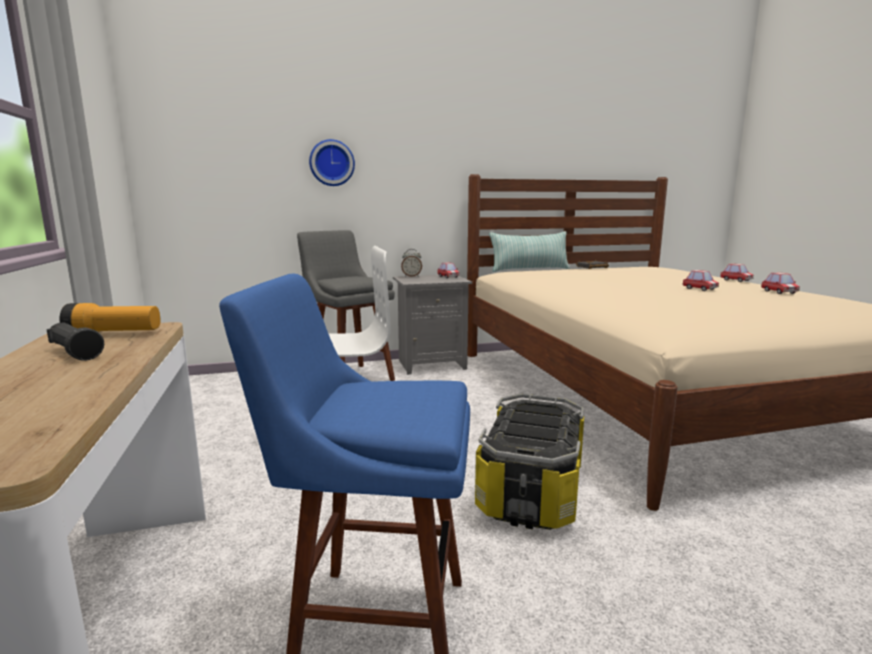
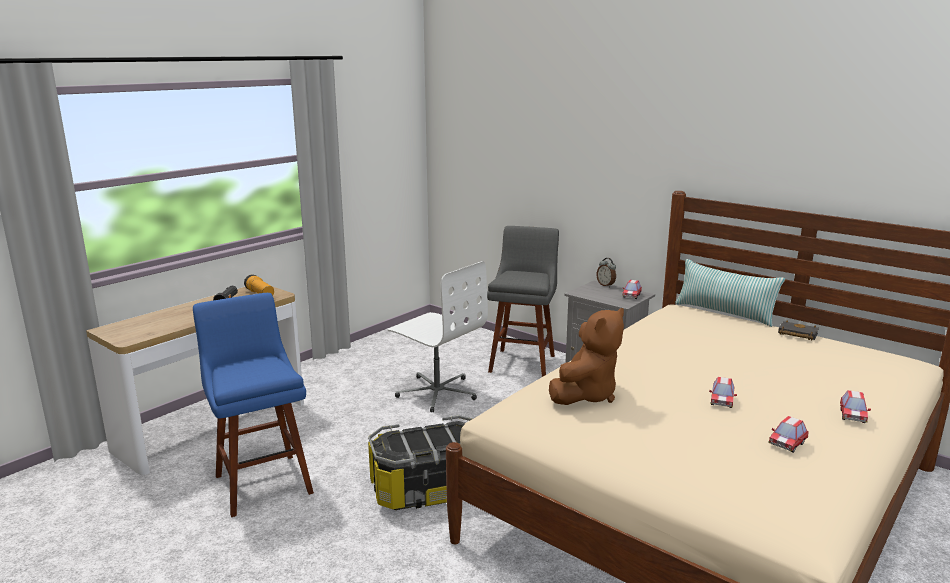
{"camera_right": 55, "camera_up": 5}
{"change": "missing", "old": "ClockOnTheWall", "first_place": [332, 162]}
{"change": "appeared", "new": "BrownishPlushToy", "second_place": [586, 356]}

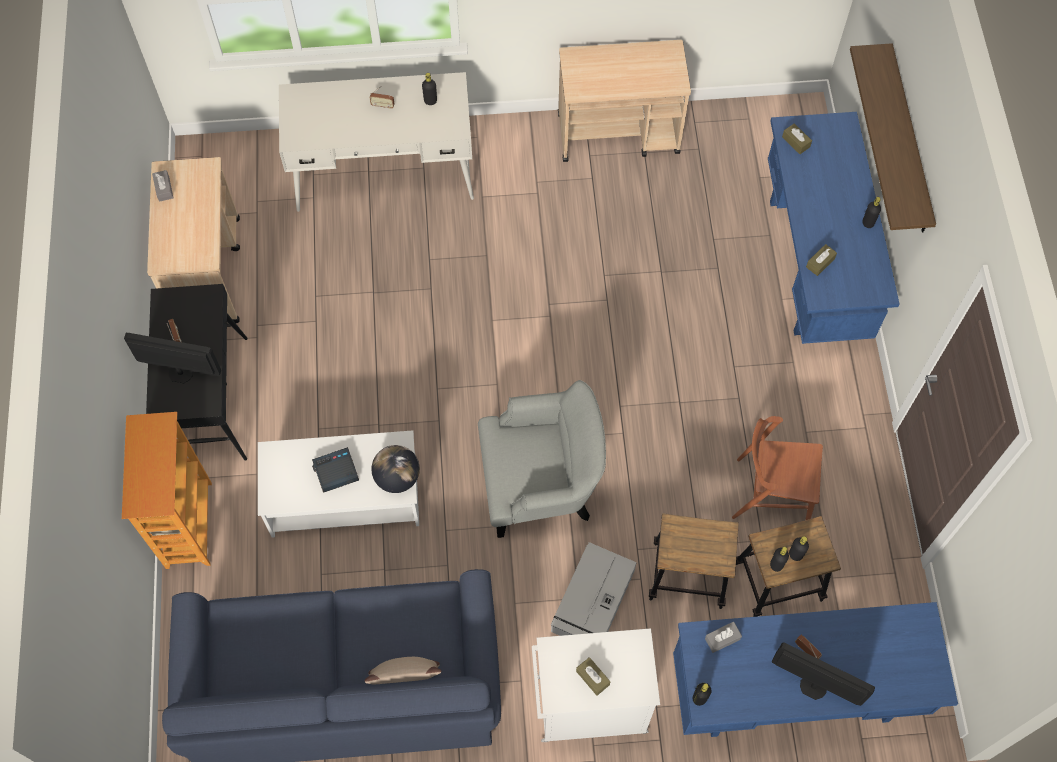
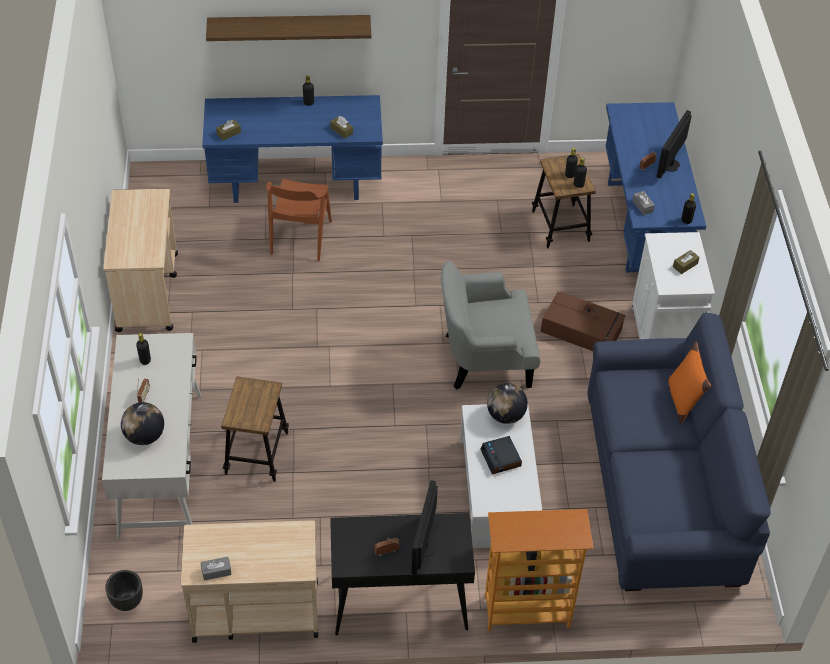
{"camera_right": -90, "camera_up": -15}
{"change": "spun", "old": "GreyEasyChair", "first_place": [542, 459], "second_place": [491, 325], "degrees": -90}
{"change": "relocated", "old": "BrownishChair", "first_place": [777, 468], "second_place": [299, 220]}
{"change": "relocated", "old": "Stool", "first_place": [694, 561], "second_place": [255, 429]}
{"change": "colour", "old": "GreyStorageBin", "new": "BrownishStorageBin", "first_place": [594, 589], "second_place": [583, 321]}
{"change": "colour", "old": "BeigeThrowPillow", "new": "OrangeThrowPillow", "first_place": [403, 671], "second_place": [689, 382]}
{"change": "appeared", "new": "Globe", "second_place": [142, 423]}
{"change": "appeared", "new": "BlackColouredPlanter", "second_place": [124, 590]}

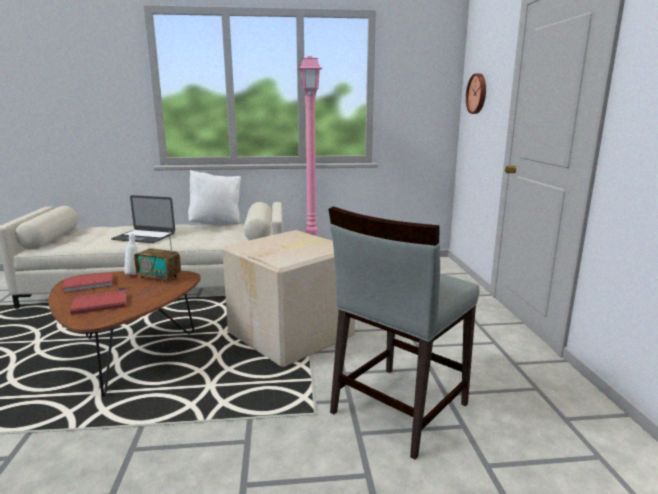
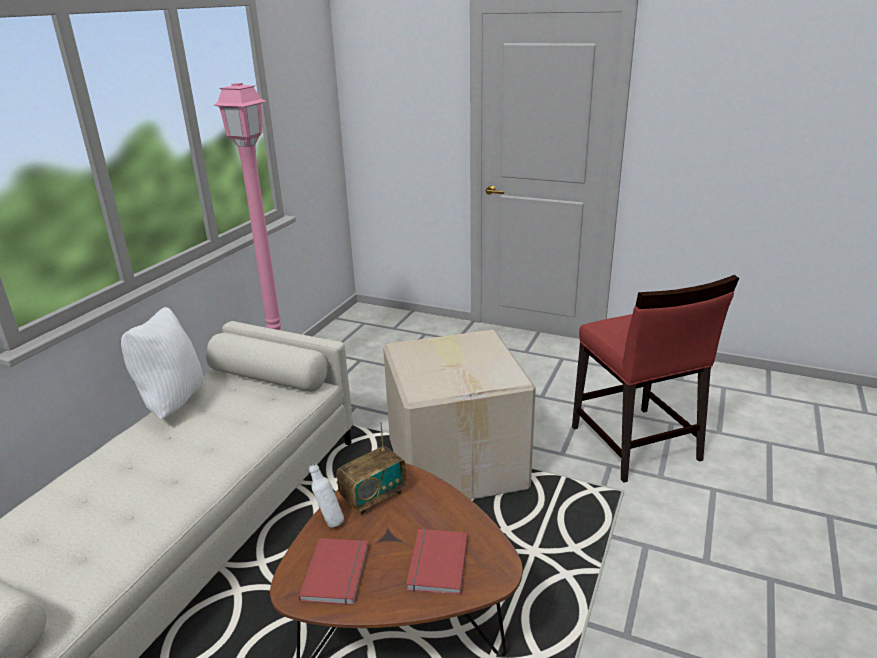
{"camera_right": -60, "camera_up": 10}
{"change": "missing", "old": "ClockOnTheWall", "first_place": [476, 93]}
{"change": "missing", "old": "Laptop", "first_place": [143, 219]}
{"change": "colour", "old": "GreyChair", "new": "RedColouredChair", "first_place": [403, 333], "second_place": [655, 379]}

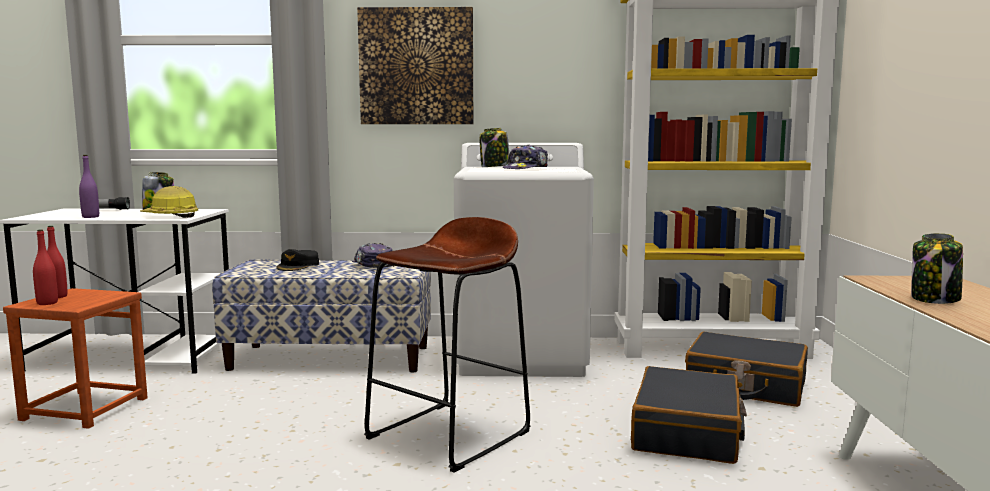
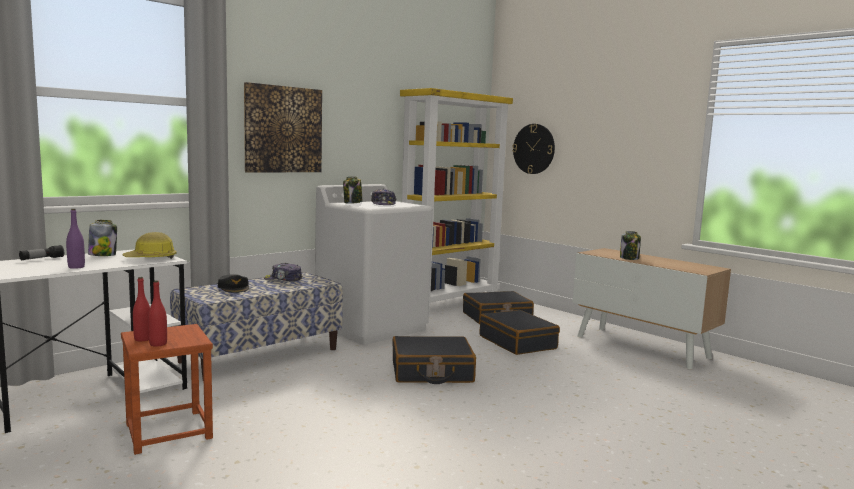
{"camera_right": -45, "camera_up": 0}
{"change": "exchanged", "old": "BrownishStool", "new": "BlackColouredTravelCase", "first_place": [447, 345], "second_place": [434, 360]}
{"change": "appeared", "new": "ClockOnTheWall", "second_place": [533, 149]}

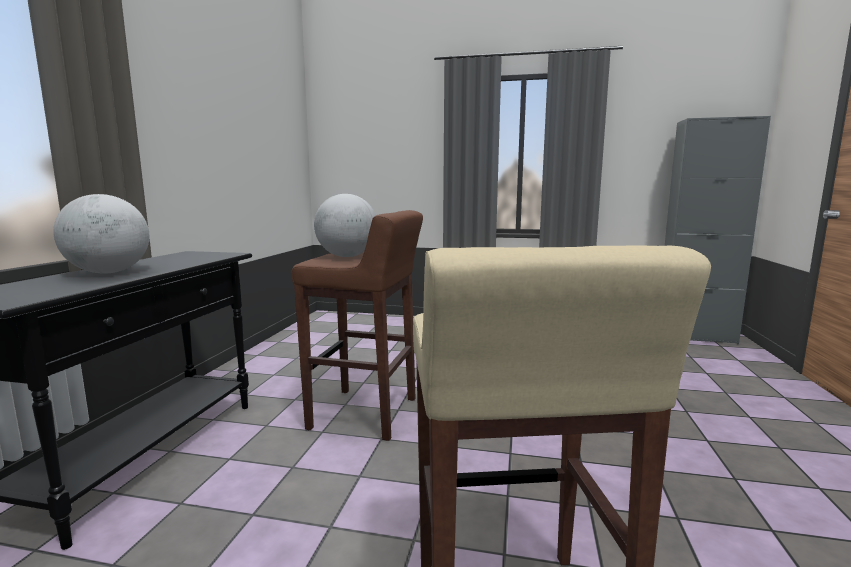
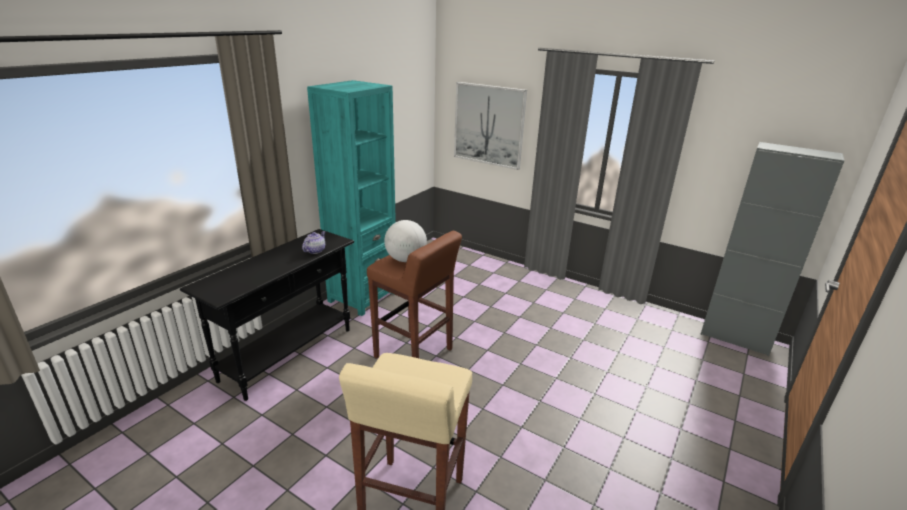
{"camera_right": 20, "camera_up": 15}
{"change": "missing", "old": "Globe", "first_place": [101, 234]}
{"change": "appeared", "new": "BlueGreenBookcase", "second_place": [351, 198]}
{"change": "appeared", "new": "Picture", "second_place": [490, 126]}
{"change": "appeared", "new": "TeaPot", "second_place": [314, 242]}

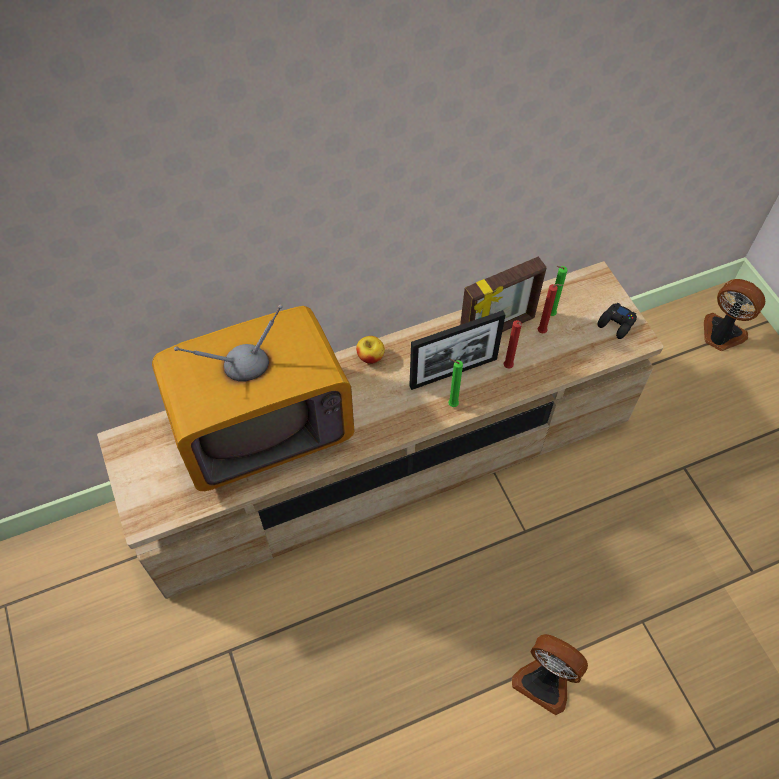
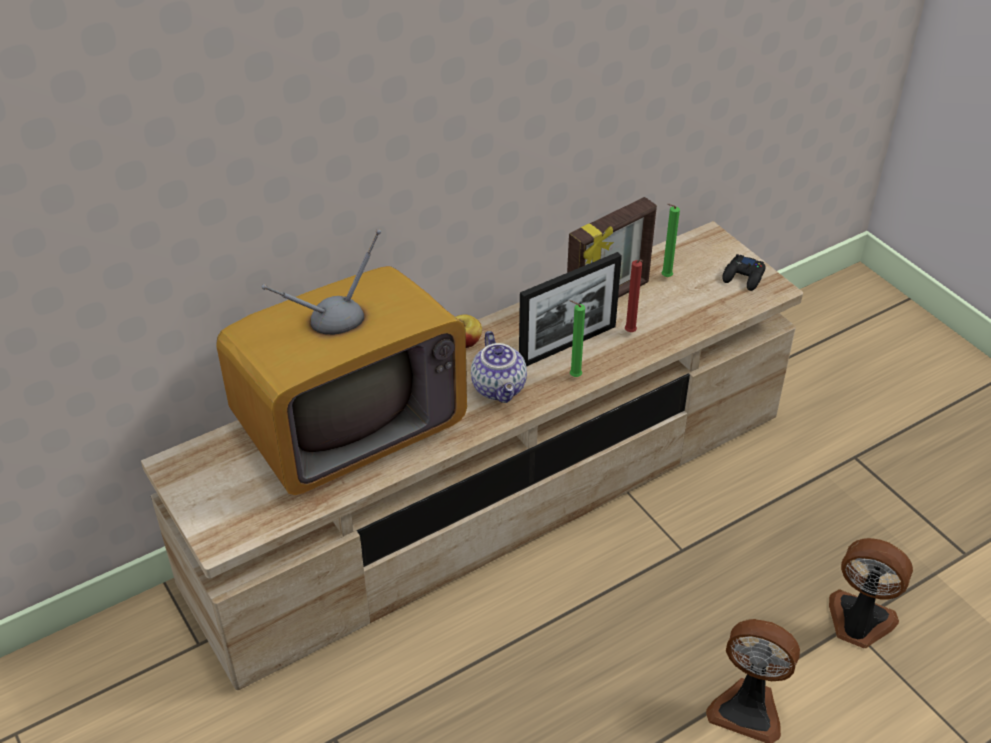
{"camera_right": -10, "camera_up": -15}
{"change": "relocated", "old": "CoolingFan", "first_place": [734, 315], "second_place": [871, 593]}
{"change": "missing", "old": "RedColouredWaxLight", "first_place": [550, 309]}
{"change": "appeared", "new": "TeaPot", "second_place": [499, 367]}

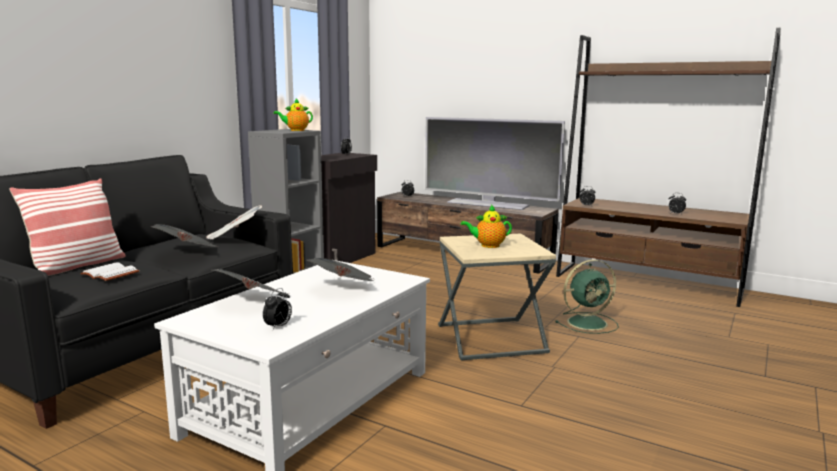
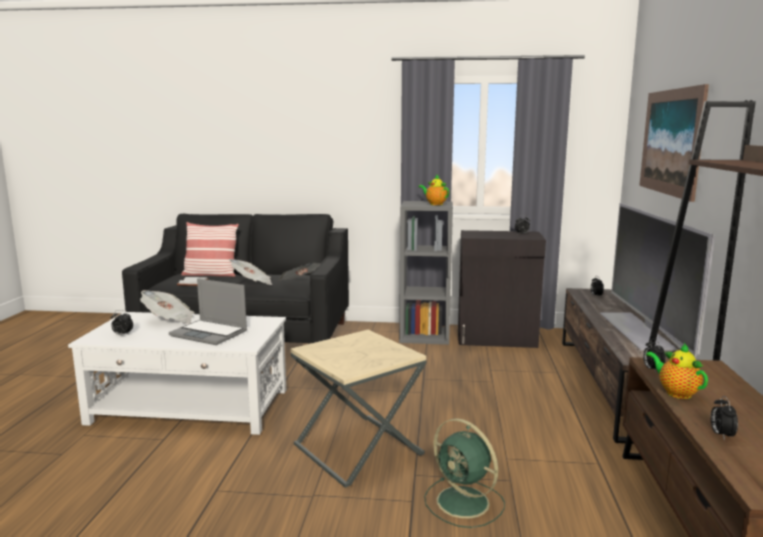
{"camera_right": 65, "camera_up": 0}
{"change": "relocated", "old": "TeaPot", "first_place": [486, 226], "second_place": [677, 371]}
{"change": "exchanged", "old": "Newspaper", "new": "Laptop", "first_place": [340, 269], "second_place": [208, 311]}
{"change": "appeared", "new": "Picture", "second_place": [674, 143]}

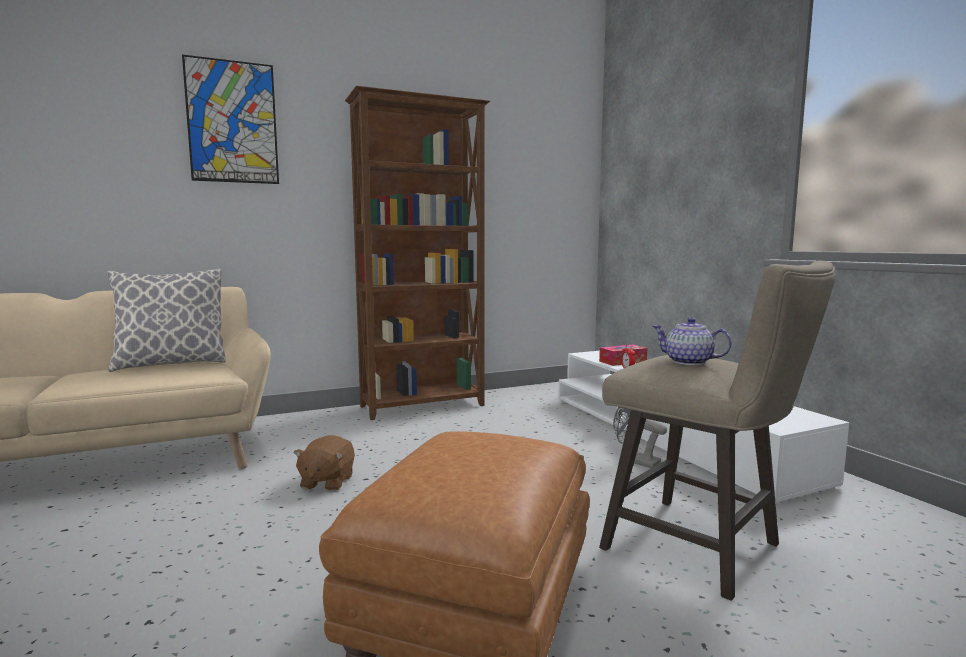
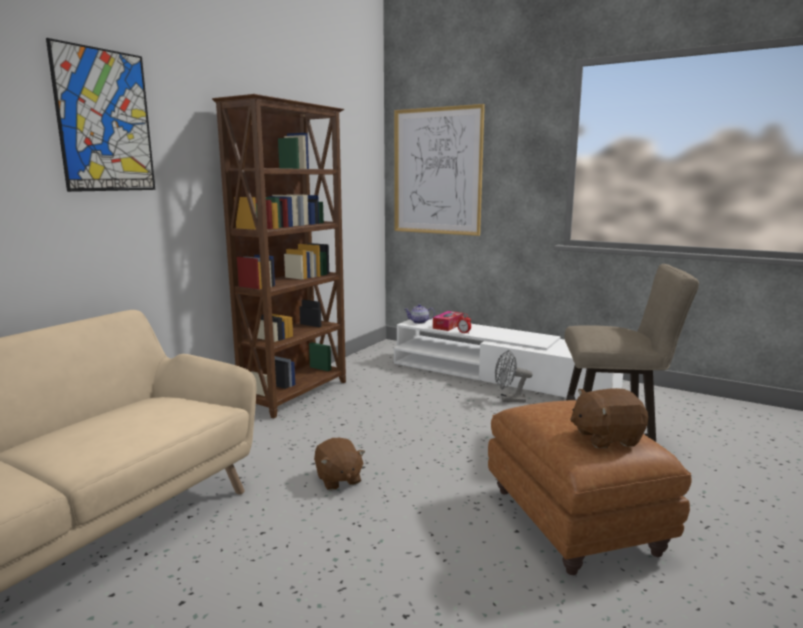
{"camera_right": -35, "camera_up": 5}
{"change": "missing", "old": "ThrowPillow", "first_place": [166, 320]}
{"change": "relocated", "old": "TeaPot", "first_place": [692, 341], "second_place": [420, 314]}
{"change": "appeared", "new": "Picture", "second_place": [439, 170]}
{"change": "appeared", "new": "BrownishPlushToy", "second_place": [609, 418]}

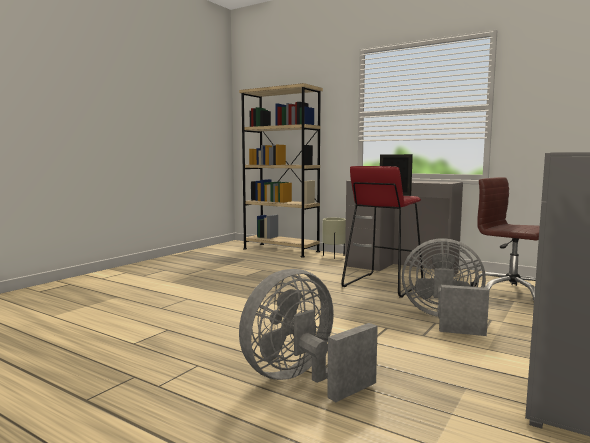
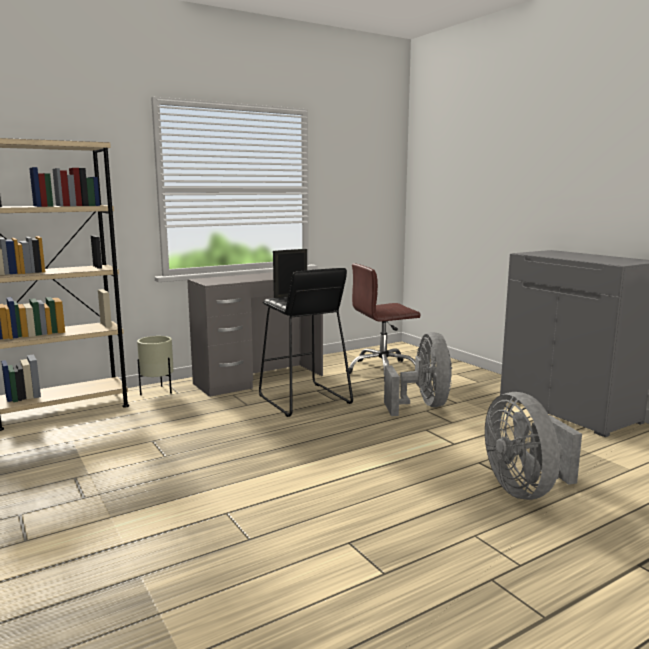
{"camera_right": -65, "camera_up": 5}
{"change": "colour", "old": "RedColouredStool", "new": "BlackColouredStool", "first_place": [382, 232], "second_place": [306, 342]}
{"change": "spun", "old": "GreyCoolingFan", "first_place": [445, 287], "second_place": [418, 374], "degrees": 135}

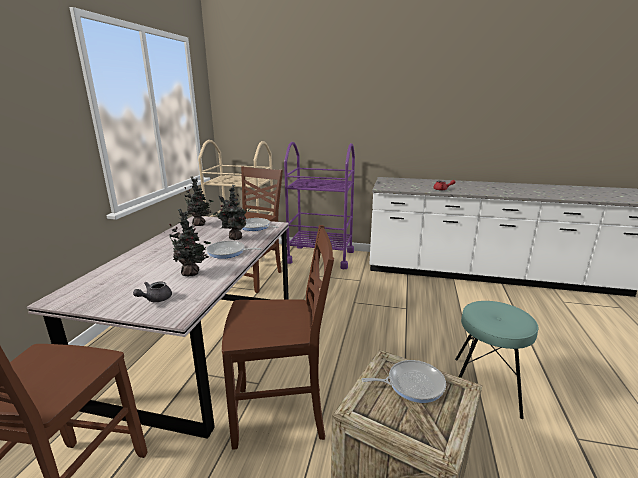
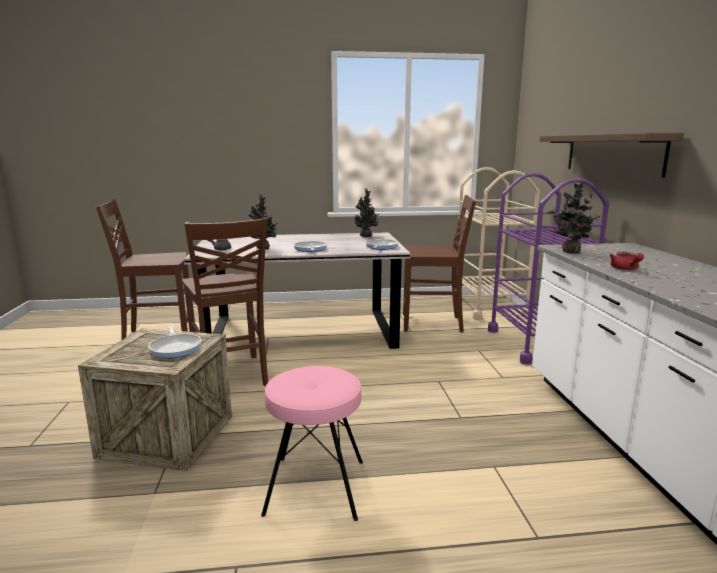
{"camera_right": 70, "camera_up": -5}
{"change": "relocated", "old": "PlantInAPot", "first_place": [232, 212], "second_place": [575, 216]}
{"change": "colour", "old": "BlueGreenStool", "new": "PinkStool", "first_place": [496, 360], "second_place": [312, 443]}
{"change": "appeared", "new": "WallShelf", "second_place": [612, 155]}

